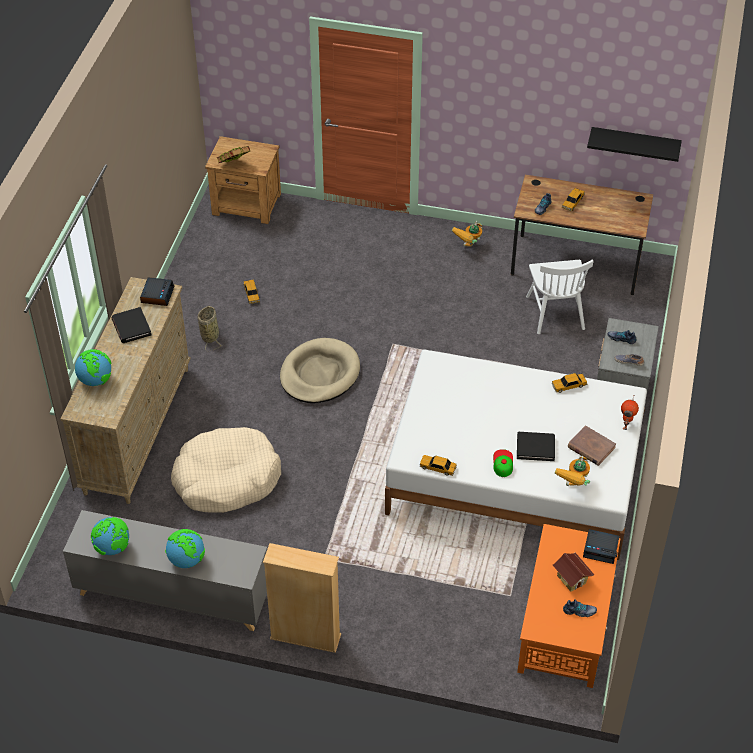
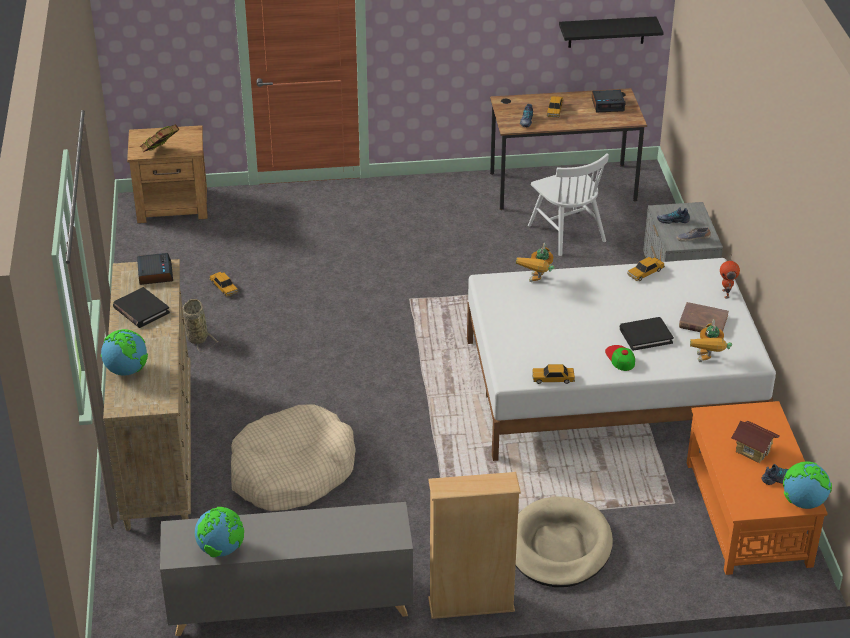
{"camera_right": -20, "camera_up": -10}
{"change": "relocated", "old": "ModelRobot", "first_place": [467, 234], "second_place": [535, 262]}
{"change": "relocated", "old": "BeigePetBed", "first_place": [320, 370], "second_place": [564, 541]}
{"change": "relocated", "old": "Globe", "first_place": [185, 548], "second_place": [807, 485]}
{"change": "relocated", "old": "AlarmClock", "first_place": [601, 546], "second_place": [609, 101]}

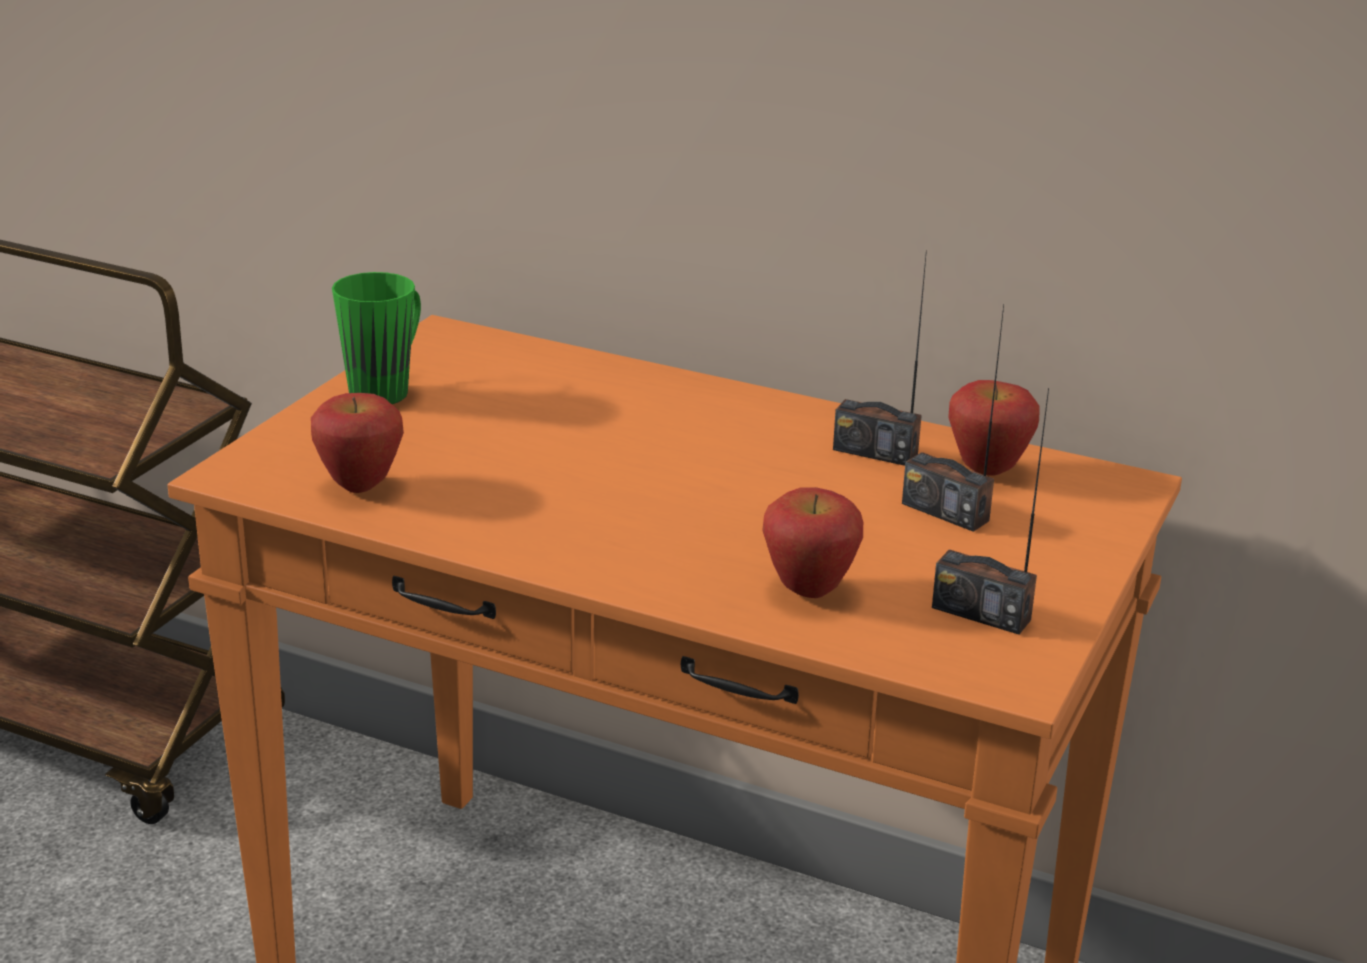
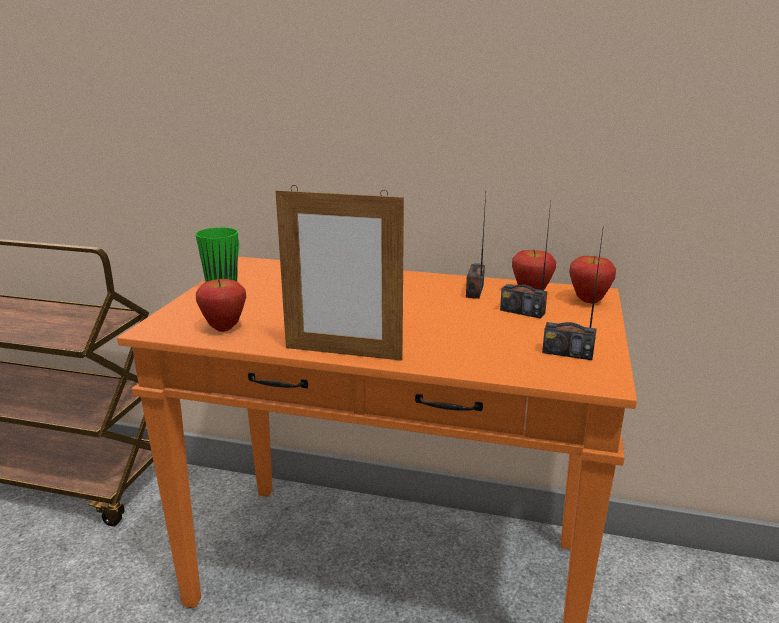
{"camera_right": -10, "camera_up": -5}
{"change": "spun", "old": "RadioSet", "first_place": [880, 358], "second_place": [476, 246], "degrees": 90}
{"change": "relocated", "old": "AppleFruit", "first_place": [812, 542], "second_place": [592, 279]}
{"change": "appeared", "new": "PhotoFrame", "second_place": [339, 273]}

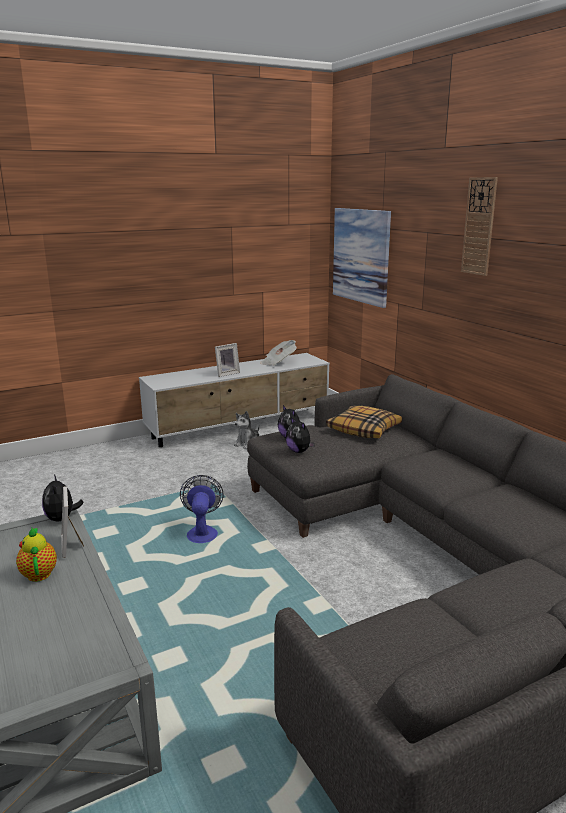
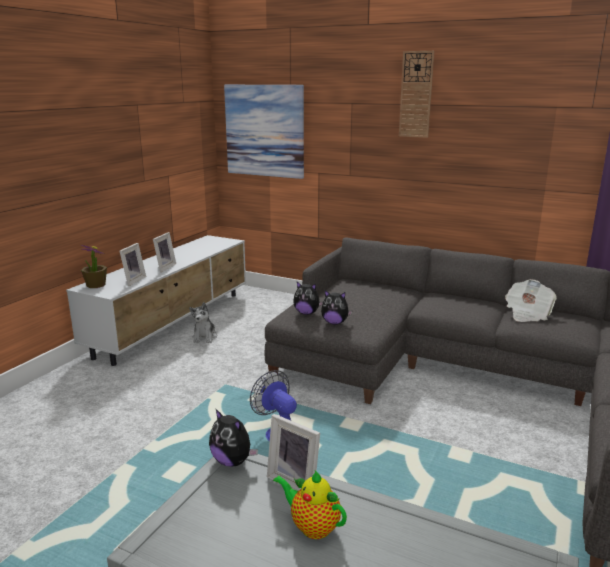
{"camera_right": -35, "camera_up": 0}
{"change": "relocated", "old": "Newspaper", "first_place": [278, 353], "second_place": [531, 300]}
{"change": "missing", "old": "ThrowPillow", "first_place": [364, 422]}
{"change": "appeared", "new": "PhotoFrame", "second_place": [132, 264]}
{"change": "appeared", "new": "PlantInAPot", "second_place": [94, 266]}

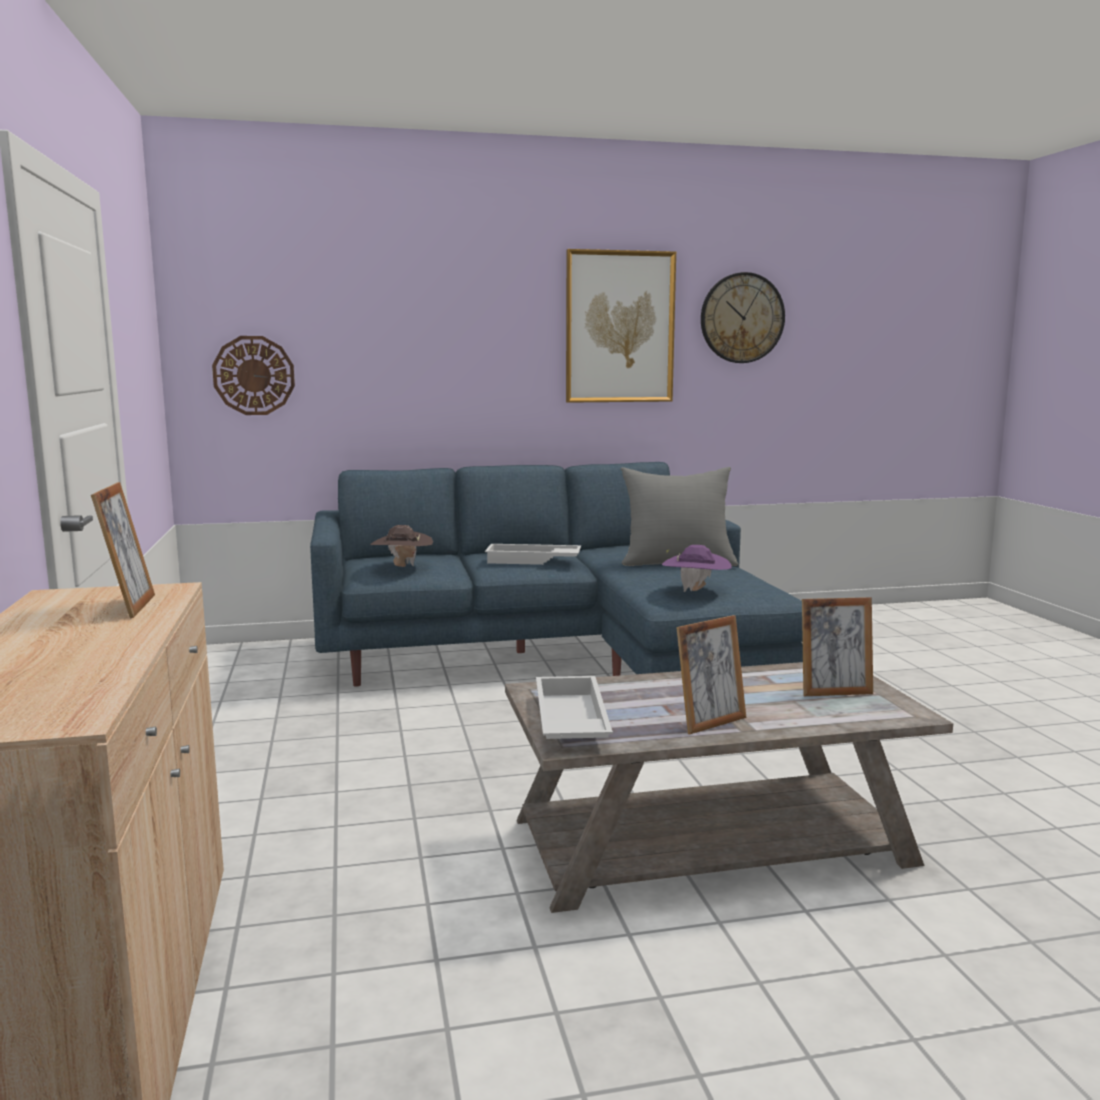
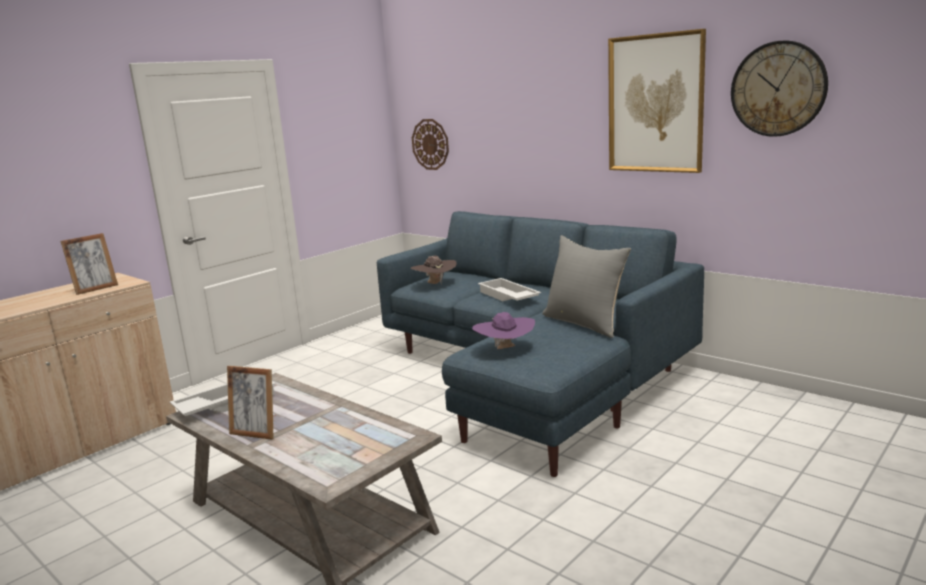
{"camera_right": 55, "camera_up": 5}
{"change": "missing", "old": "PhotoFrame", "first_place": [837, 646]}

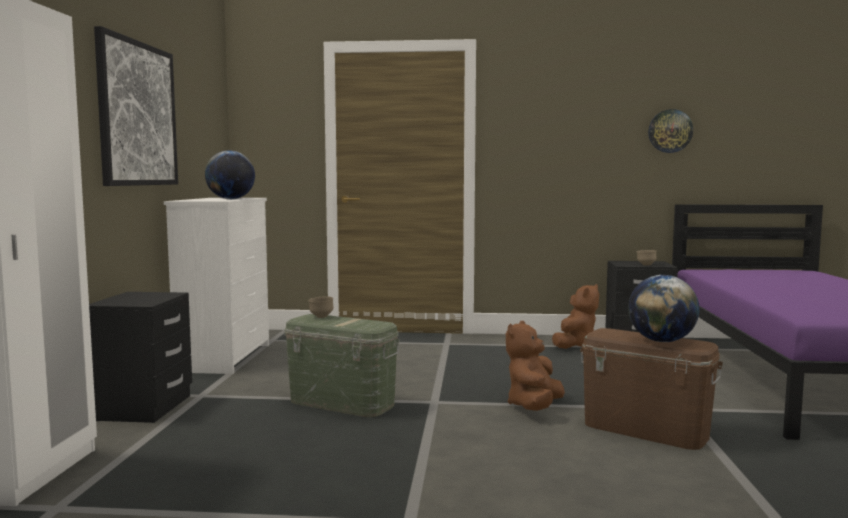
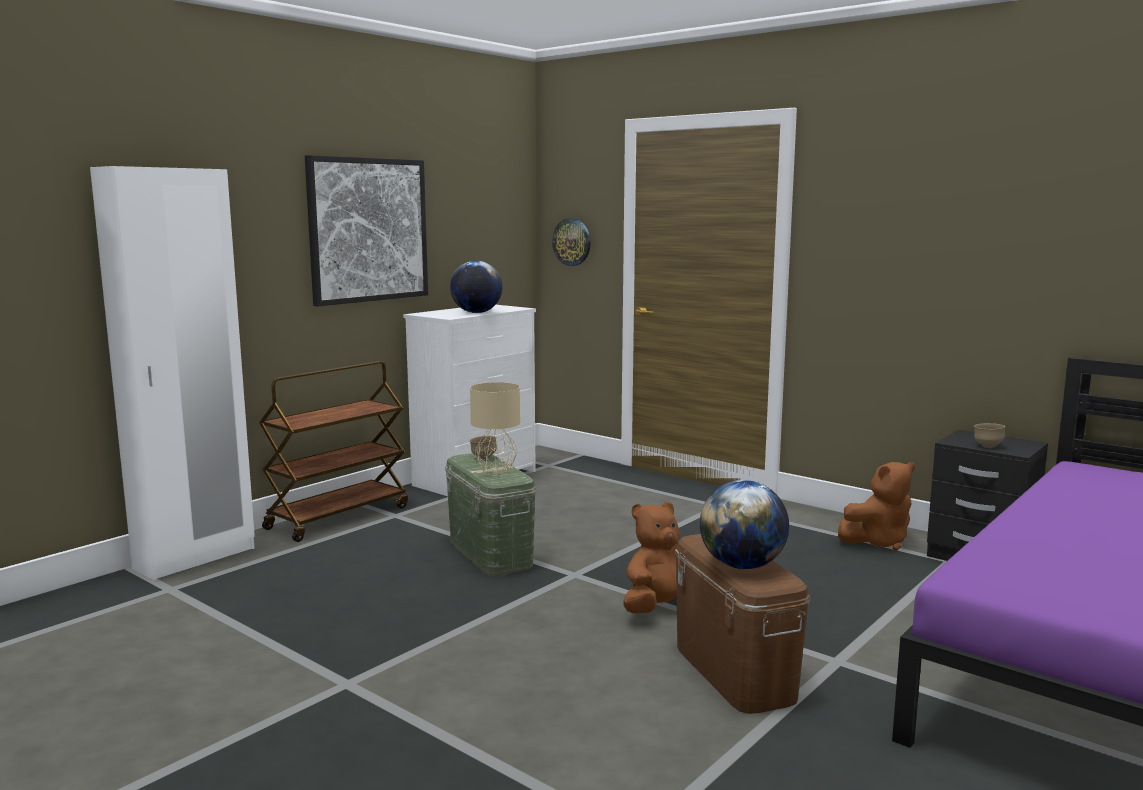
{"camera_right": 35, "camera_up": 5}
{"change": "relocated", "old": "ClockOnTheWall", "first_place": [670, 131], "second_place": [571, 242]}
{"change": "exchanged", "old": "BlackColouredBedsideTable", "new": "BrownishTrolley", "first_place": [140, 357], "second_place": [333, 451]}
{"change": "appeared", "new": "BeigeTableLamp", "second_place": [495, 429]}

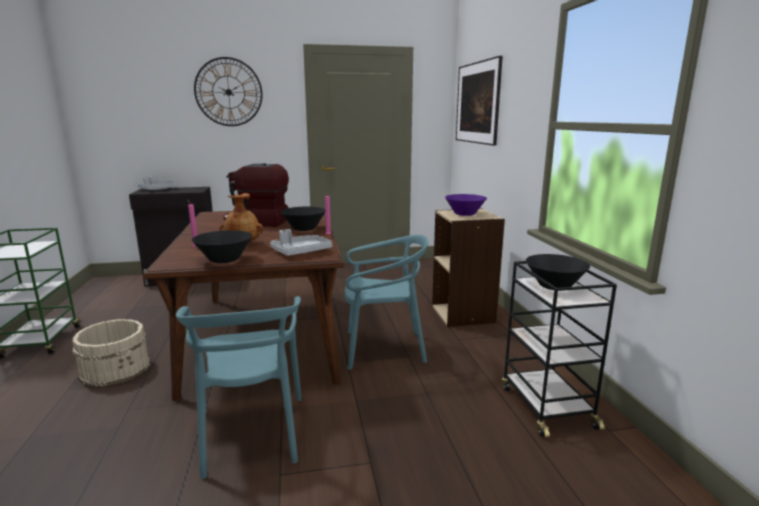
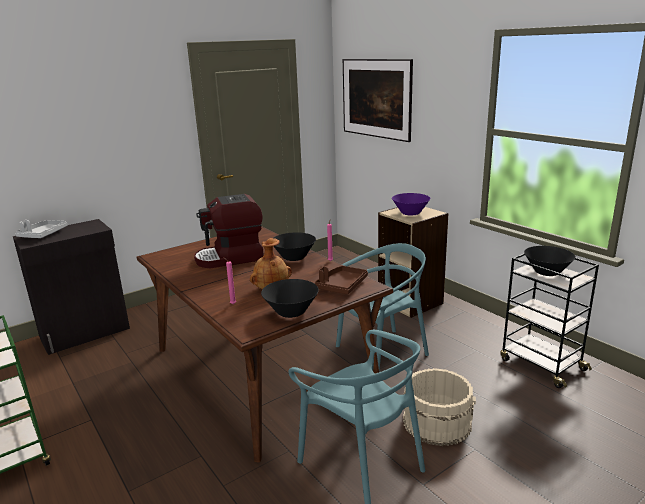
{"camera_right": -25, "camera_up": 5}
{"change": "missing", "old": "ClockOnTheWall", "first_place": [228, 91]}
{"change": "colour", "old": "GreyCarryingTray", "new": "BrownishCarryingTray", "first_place": [301, 242], "second_place": [341, 280]}
{"change": "relocated", "old": "BeigePail", "first_place": [111, 353], "second_place": [439, 407]}

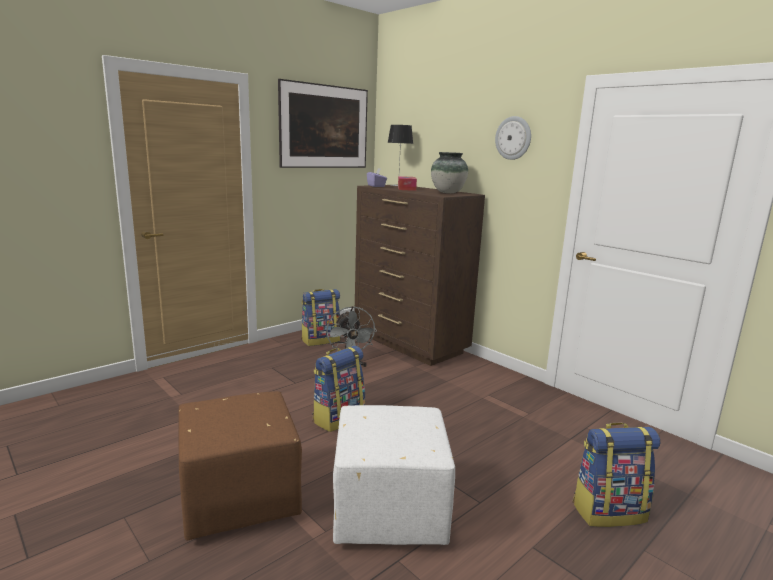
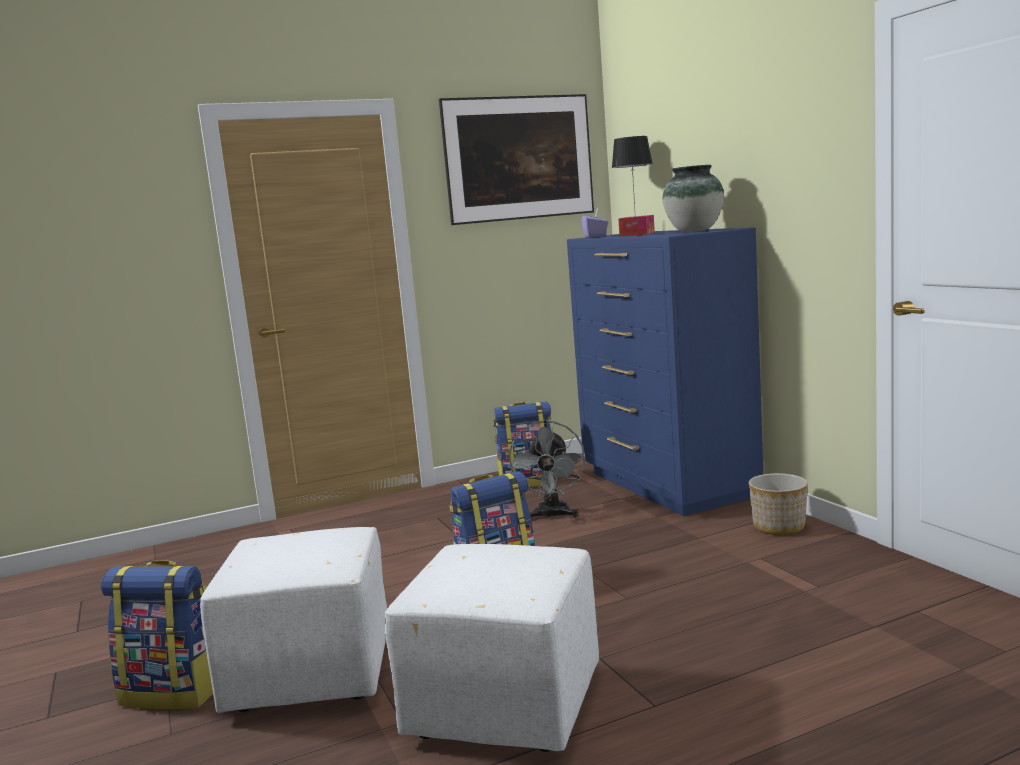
{"camera_right": 20, "camera_up": -5}
{"change": "missing", "old": "ClockOnTheWall", "first_place": [513, 138]}
{"change": "colour", "old": "BrownishDresser", "new": "BlueDresser", "first_place": [419, 275], "second_place": [665, 371]}
{"change": "colour", "old": "BrownishOttoman", "new": "WhitishOttoman", "first_place": [240, 465], "second_place": [293, 620]}
{"change": "relocated", "old": "Backpack", "first_place": [616, 475], "second_place": [157, 635]}
{"change": "appeared", "new": "Planter", "second_place": [778, 504]}

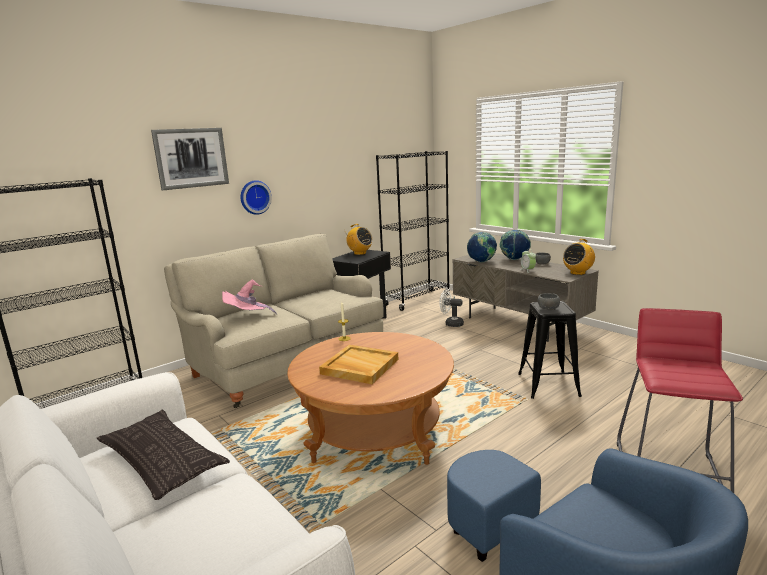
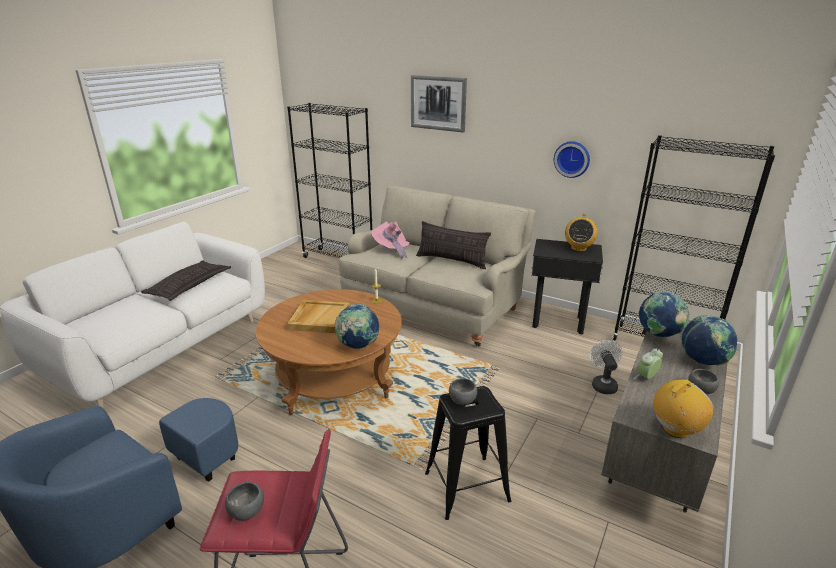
{"camera_right": 70, "camera_up": 10}
{"change": "relocated", "old": "ClockOnTheWall", "first_place": [256, 197], "second_place": [572, 159]}
{"change": "spun", "old": "RadioSet", "first_place": [579, 257], "second_place": [683, 408], "degrees": 120}
{"change": "appeared", "new": "ThrowPillow", "second_place": [453, 245]}
{"change": "appeared", "new": "Globe", "second_place": [357, 326]}
{"change": "appeared", "new": "GreyBowl", "second_place": [244, 501]}

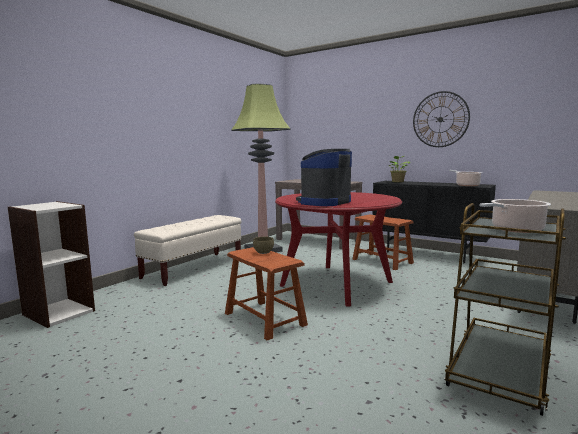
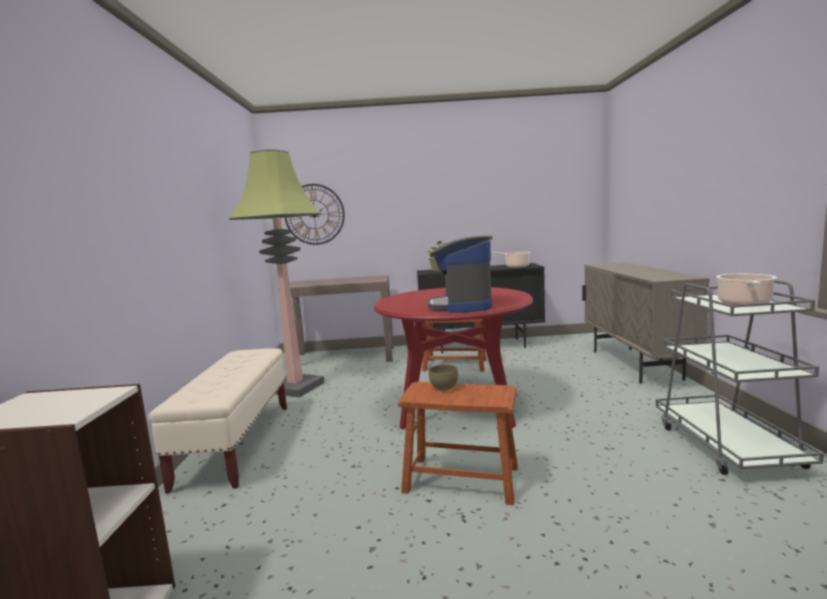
{"camera_right": -35, "camera_up": 0}
{"change": "relocated", "old": "ClockOnTheWall", "first_place": [441, 119], "second_place": [315, 214]}
{"change": "colour", "old": "BrownishTrolley", "new": "GreyTrolley", "first_place": [505, 309], "second_place": [740, 377]}

